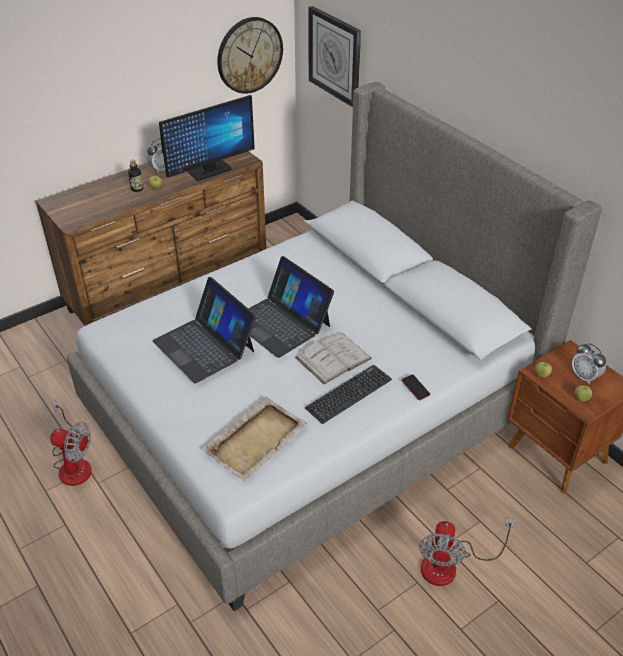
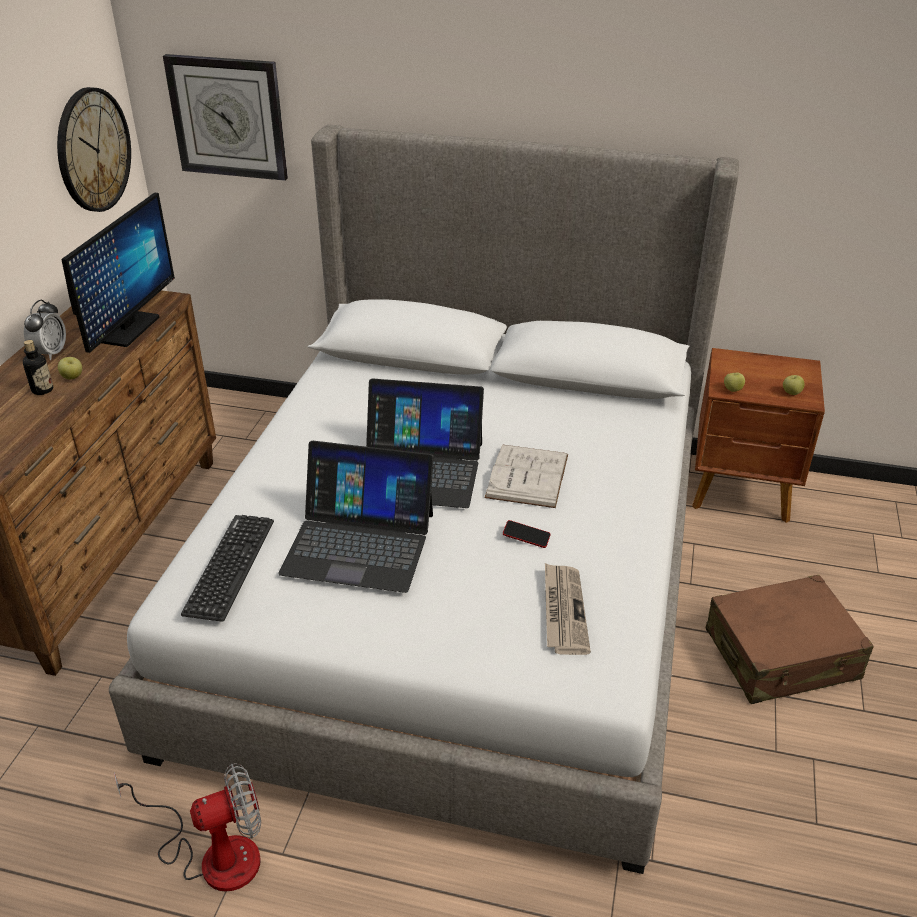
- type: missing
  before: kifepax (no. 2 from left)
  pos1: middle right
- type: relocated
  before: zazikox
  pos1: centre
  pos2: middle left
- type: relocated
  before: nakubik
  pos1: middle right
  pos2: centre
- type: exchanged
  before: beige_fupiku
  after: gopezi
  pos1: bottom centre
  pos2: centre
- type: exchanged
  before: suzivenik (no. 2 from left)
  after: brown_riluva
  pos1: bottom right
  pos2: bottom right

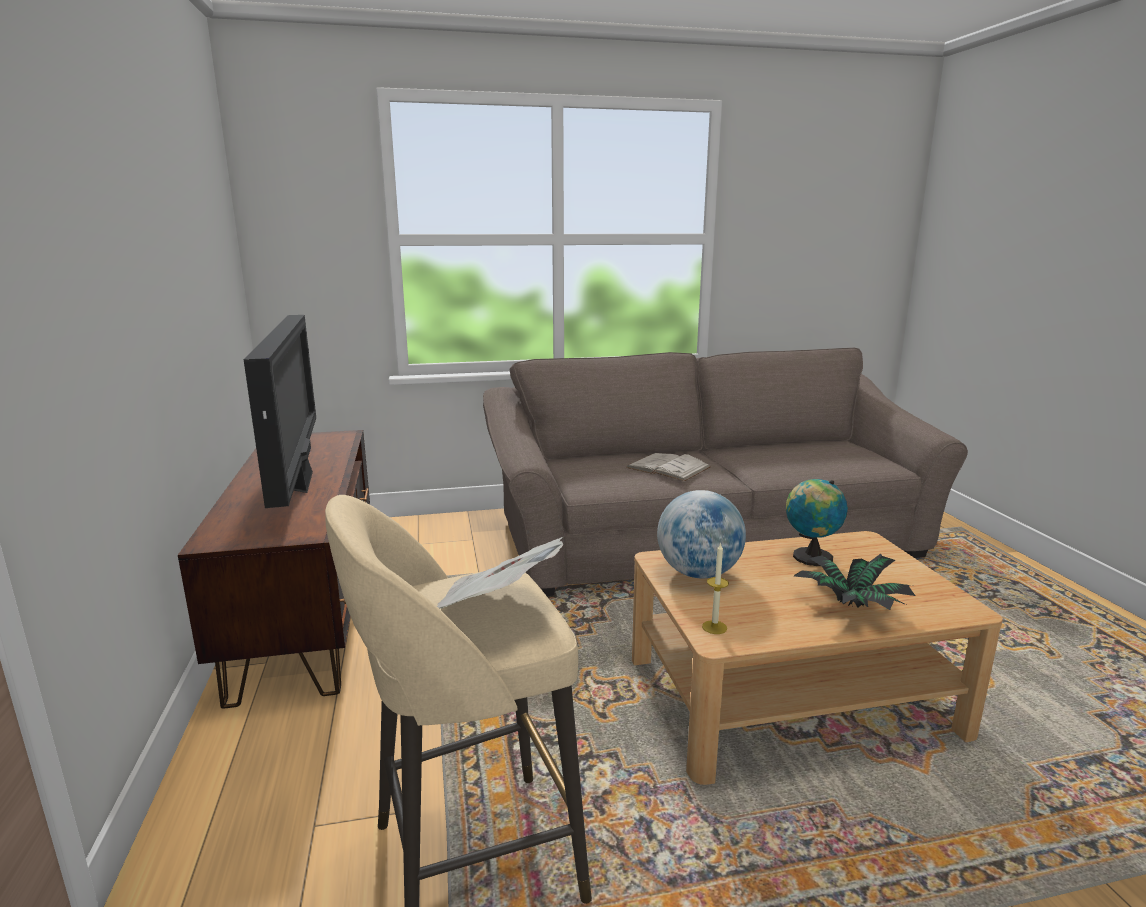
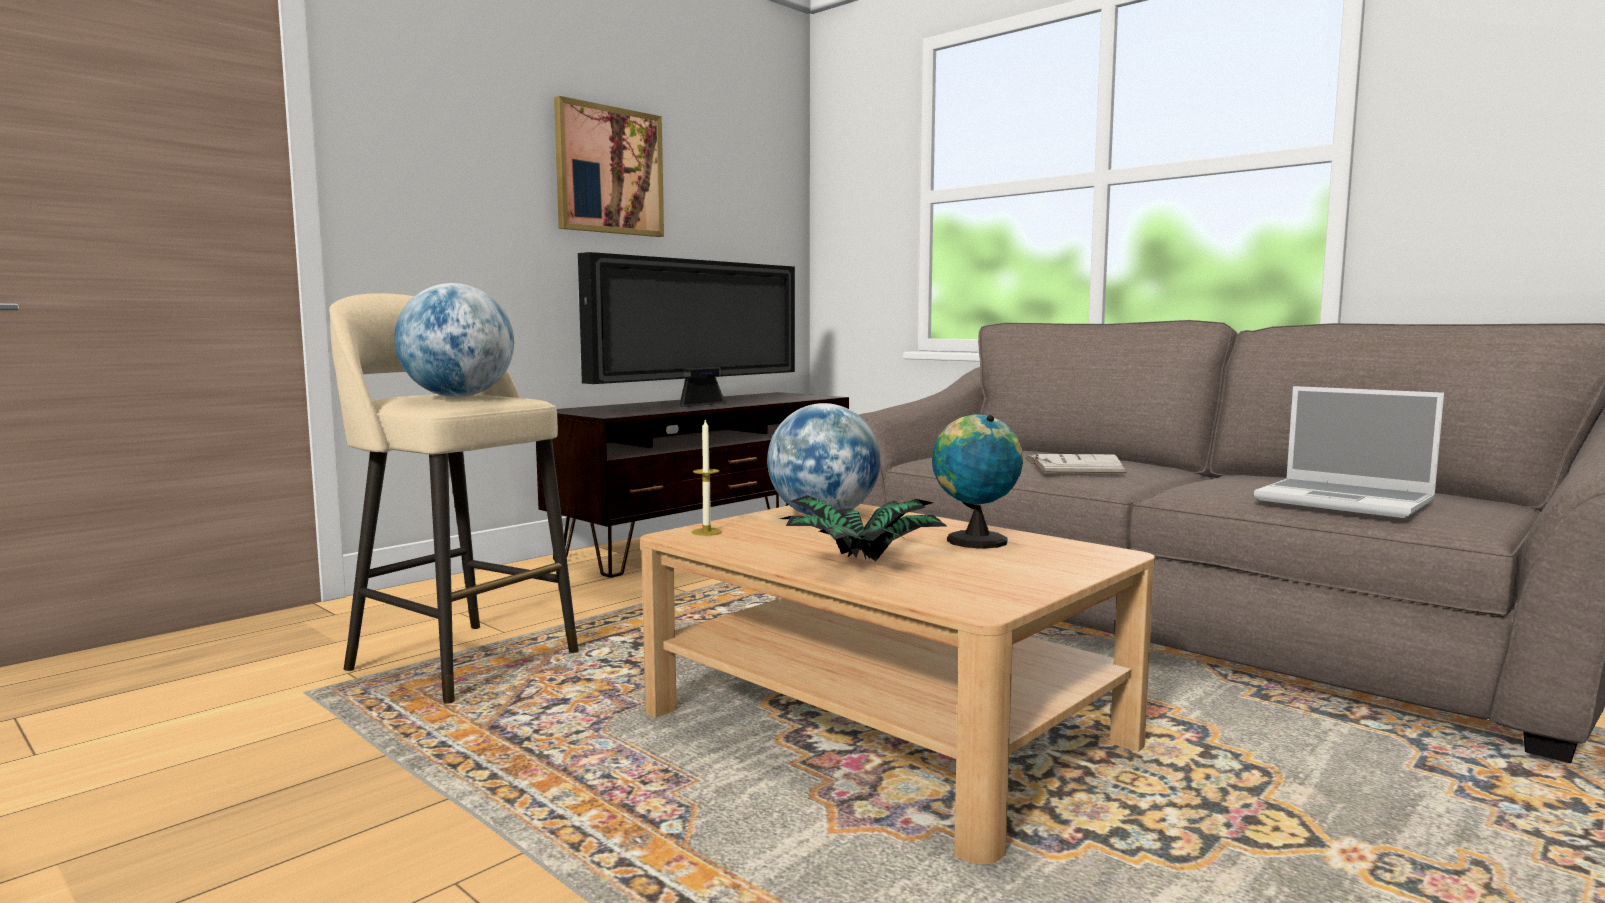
- type: appeared
  after: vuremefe
  pos2: top centre
- type: appeared
  after: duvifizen
  pos2: middle right
- type: exchanged
  before: gopezi
  after: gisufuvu (no. 1 from left)
  pos1: centre
  pos2: middle left

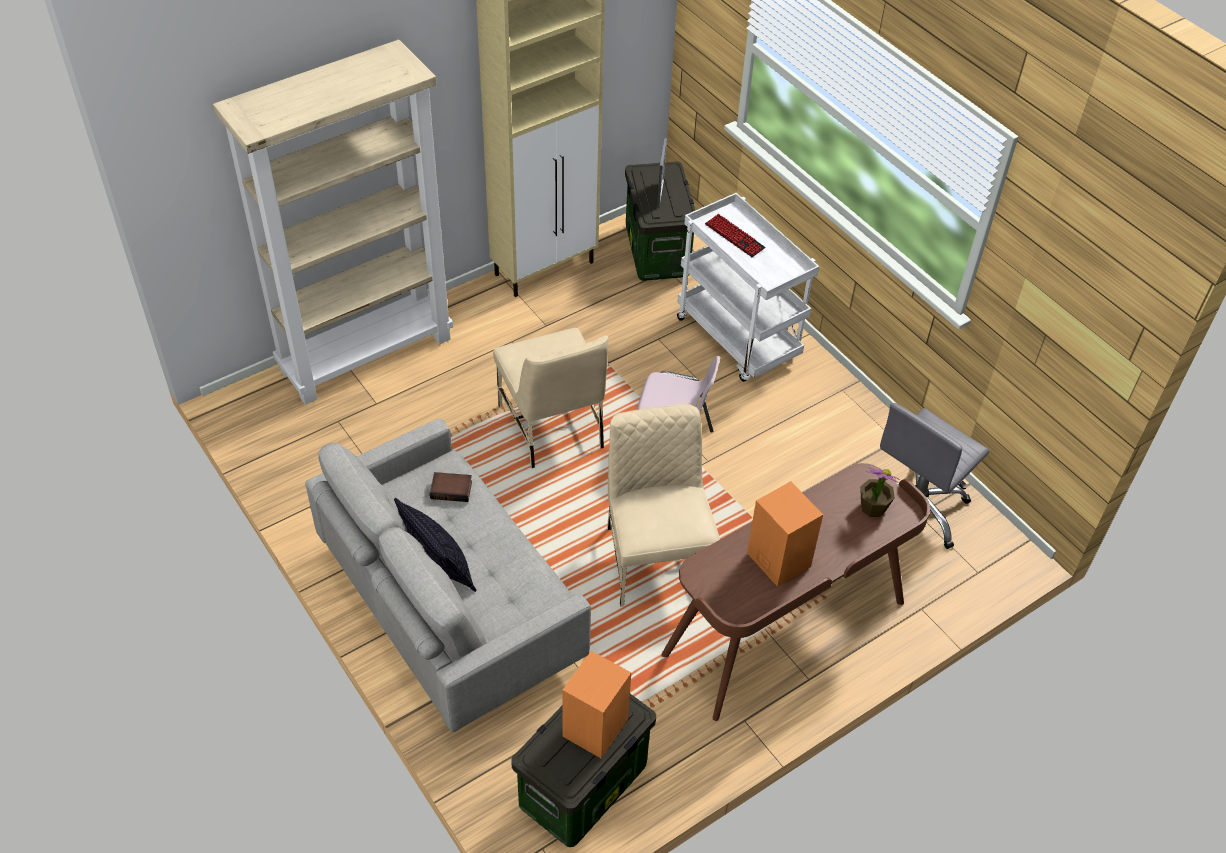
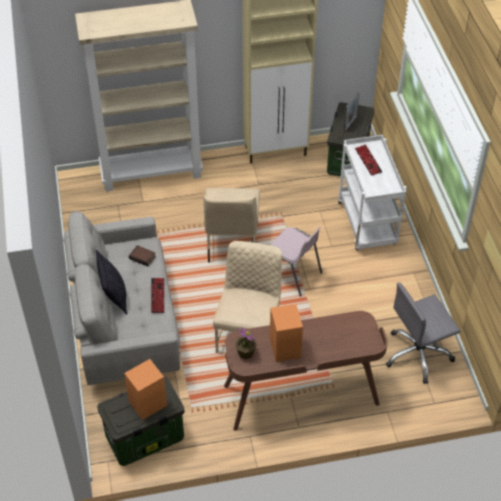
- type: appeared
  after: zazikox (no. 1 from left)
  pos2: middle left
- type: relocated
  before: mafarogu
  pos1: middle right
  pos2: bottom centre

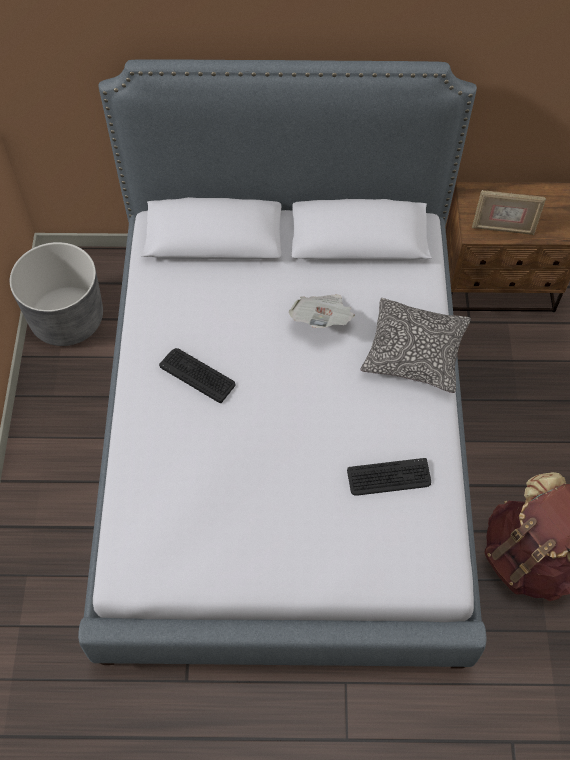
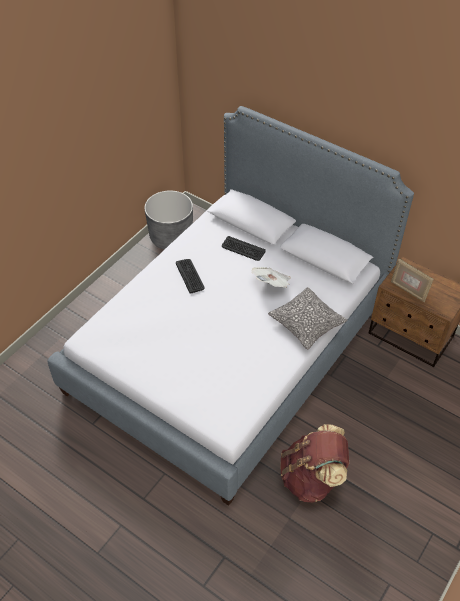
- type: relocated
  before: zazikox (no. 2 from left)
  pos1: middle right
  pos2: centre

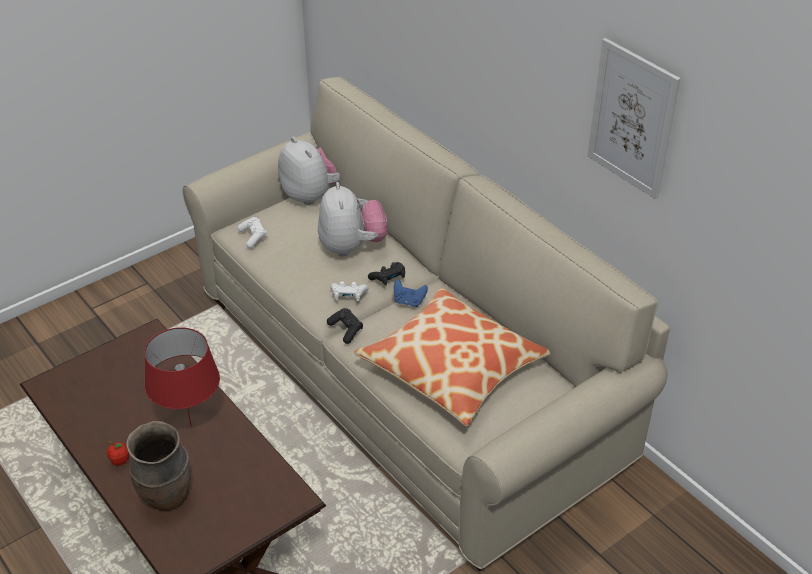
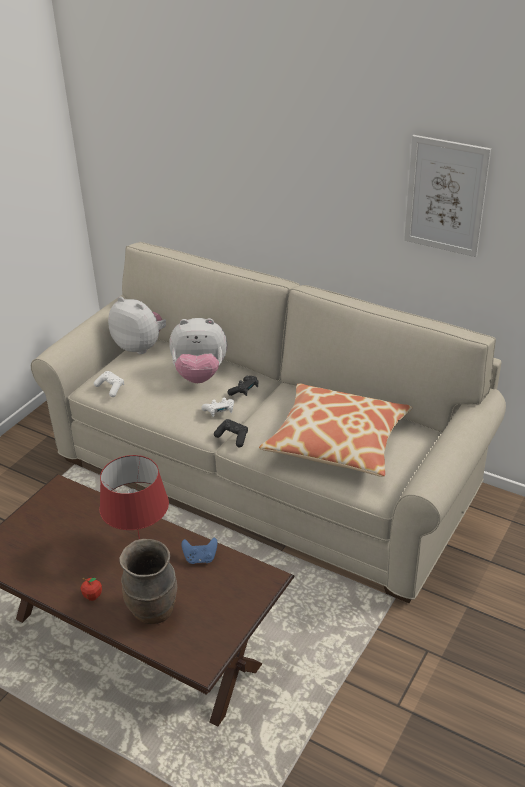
- type: relocated
  before: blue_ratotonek
  pos1: centre
  pos2: bottom centre
- type: spun
  before: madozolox (no. 2 from left)
  pos1: centre
  pos2: centre
  turn: 120

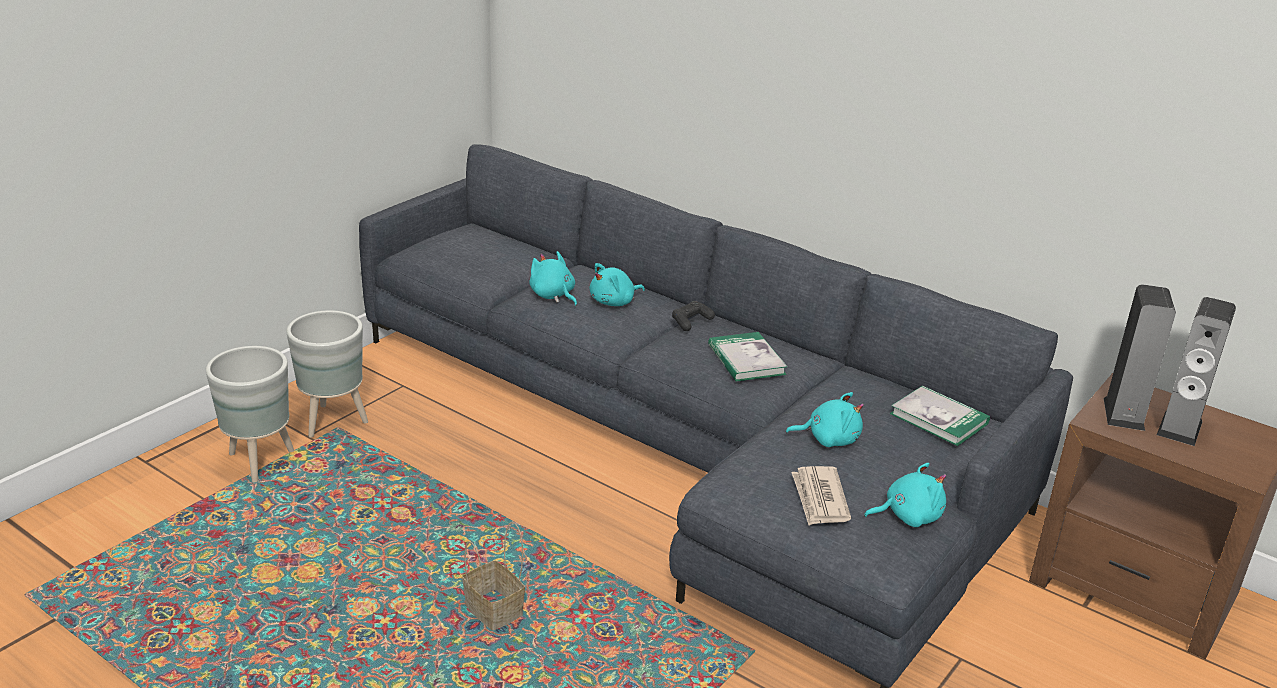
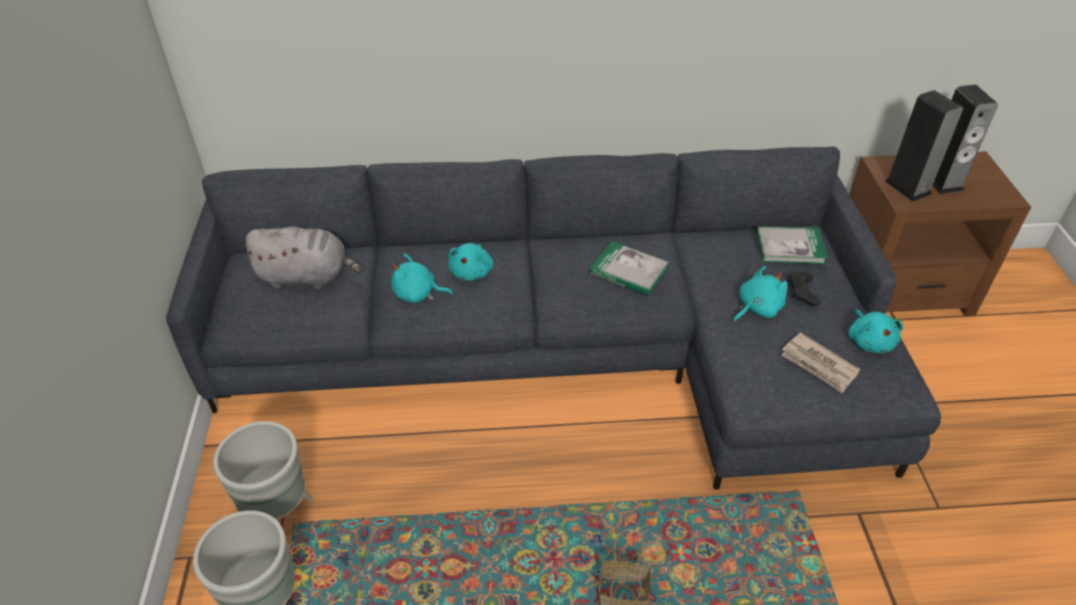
- type: appeared
  after: grey_madozolox
  pos2: middle left
- type: relocated
  before: black_ratotonek
  pos1: centre
  pos2: middle right
- type: spun
  before: turquoise_madozolox (no. 4 from left)
  pos1: bottom right
  pos2: middle right
  turn: 135

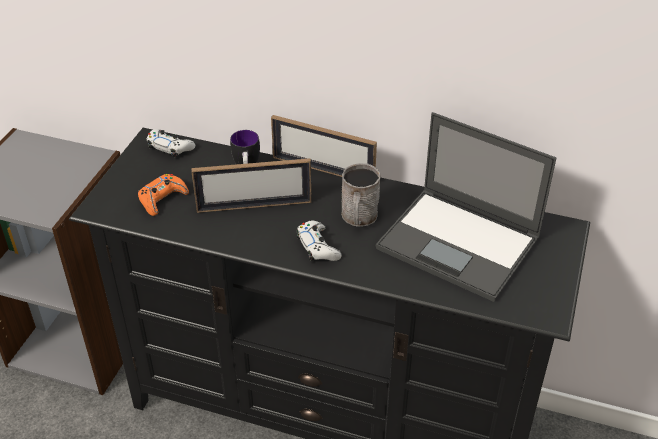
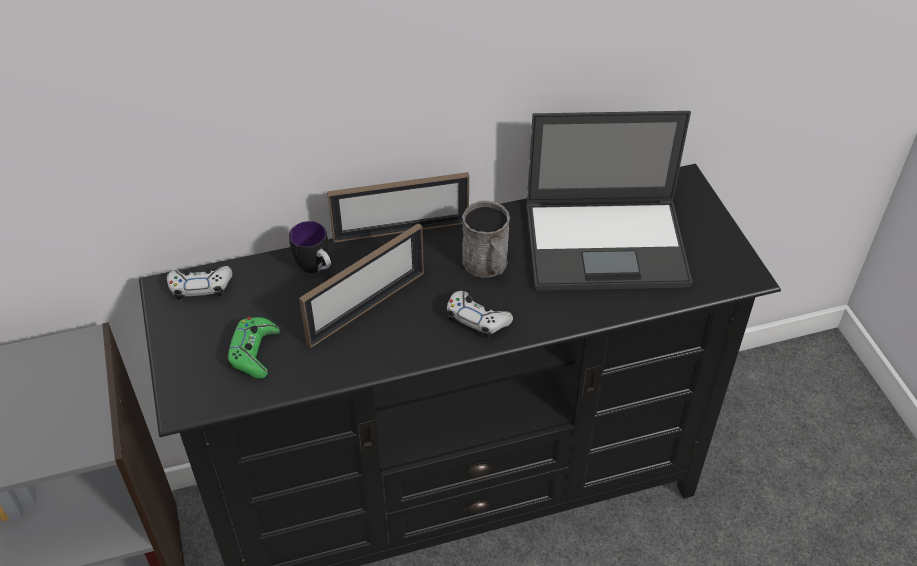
- type: colour
  before: orange_ratotonek
  after: green_ratotonek
  pos1: middle left
  pos2: middle left

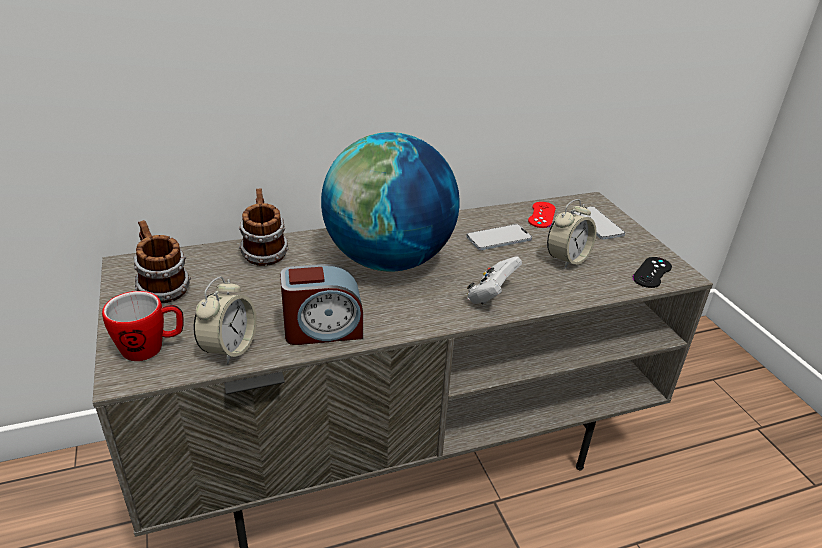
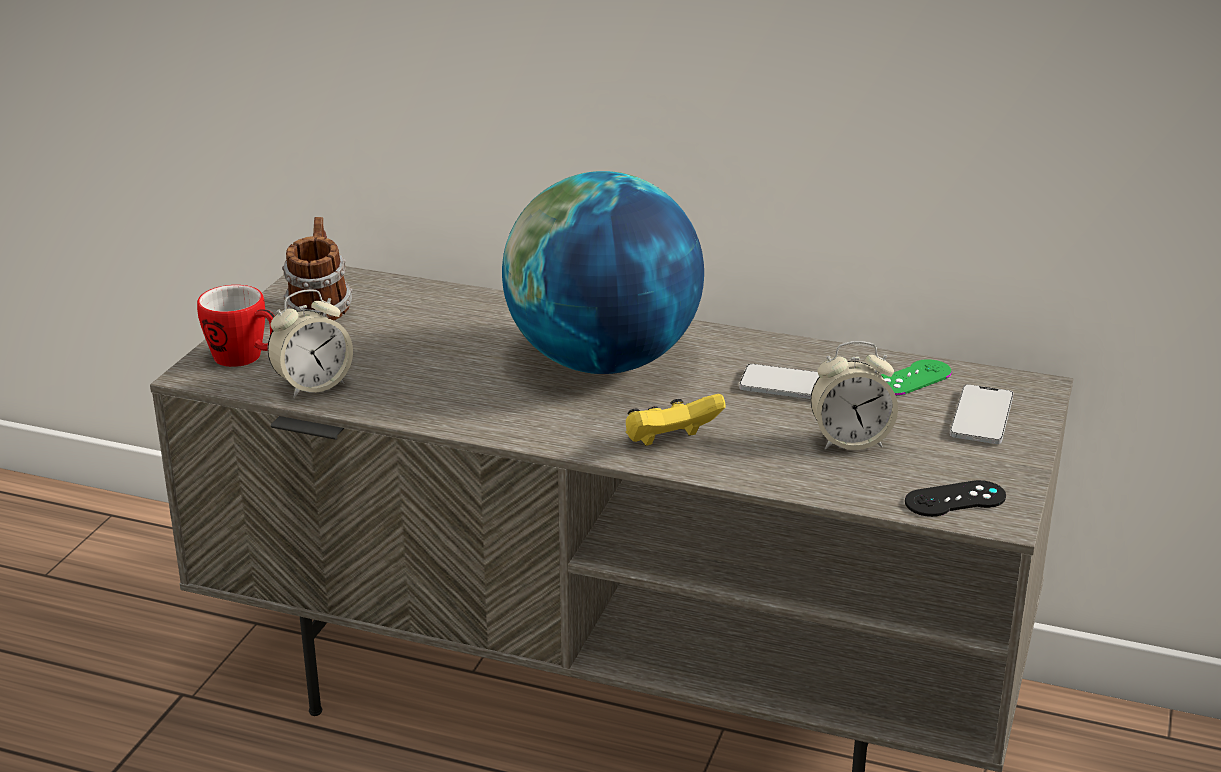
- type: missing
  before: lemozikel (no. 3 from left)
  pos1: middle left
- type: missing
  before: kifepax (no. 2 from left)
  pos1: centre
- type: colour
  before: white_ratotonek
  after: yellow_ratotonek
  pos1: centre
  pos2: centre
- type: colour
  before: red_ratotonek
  after: green_ratotonek
  pos1: centre
  pos2: middle right

